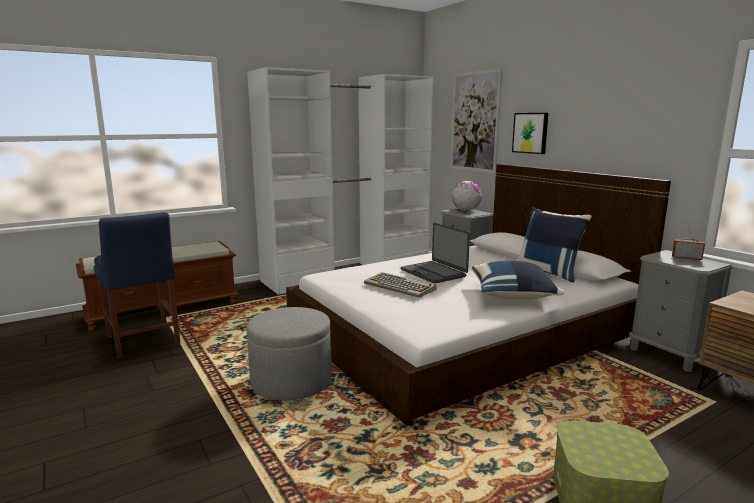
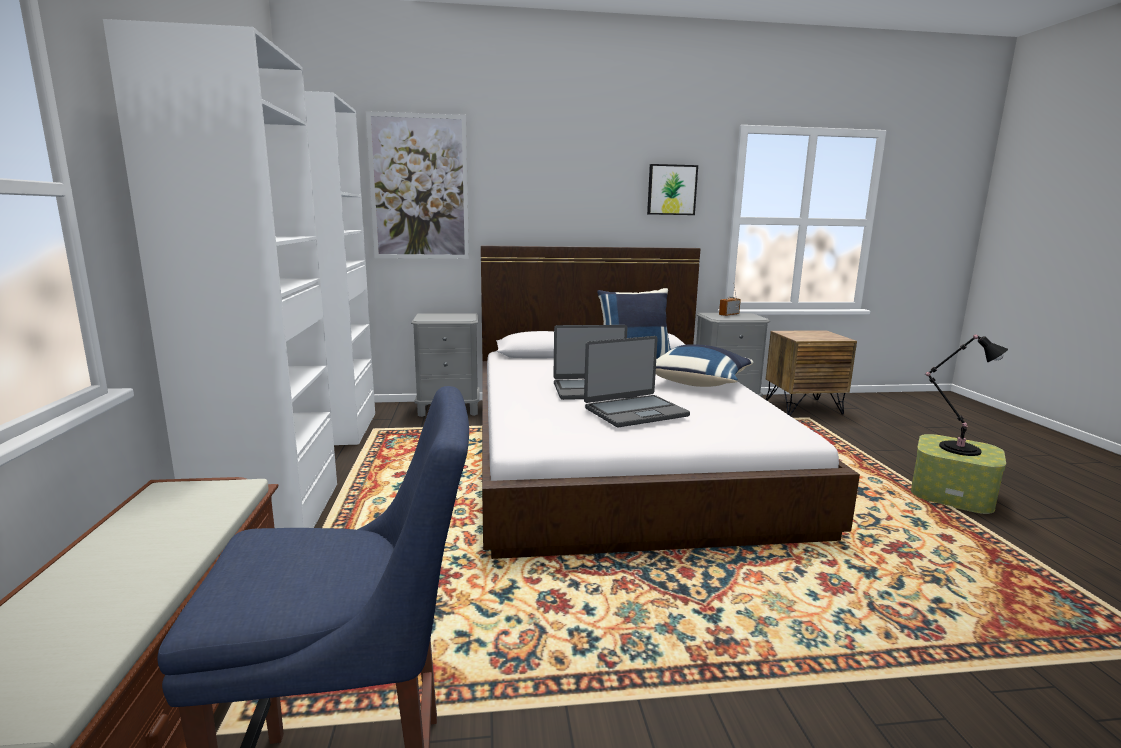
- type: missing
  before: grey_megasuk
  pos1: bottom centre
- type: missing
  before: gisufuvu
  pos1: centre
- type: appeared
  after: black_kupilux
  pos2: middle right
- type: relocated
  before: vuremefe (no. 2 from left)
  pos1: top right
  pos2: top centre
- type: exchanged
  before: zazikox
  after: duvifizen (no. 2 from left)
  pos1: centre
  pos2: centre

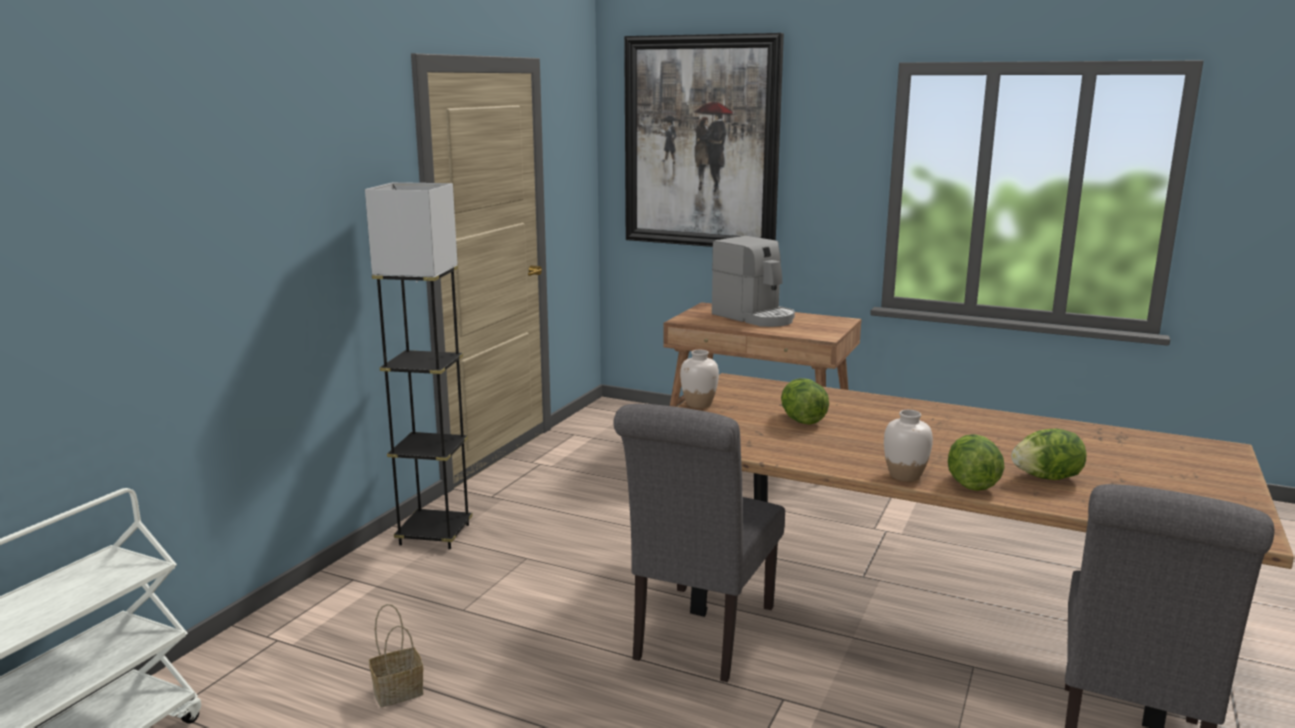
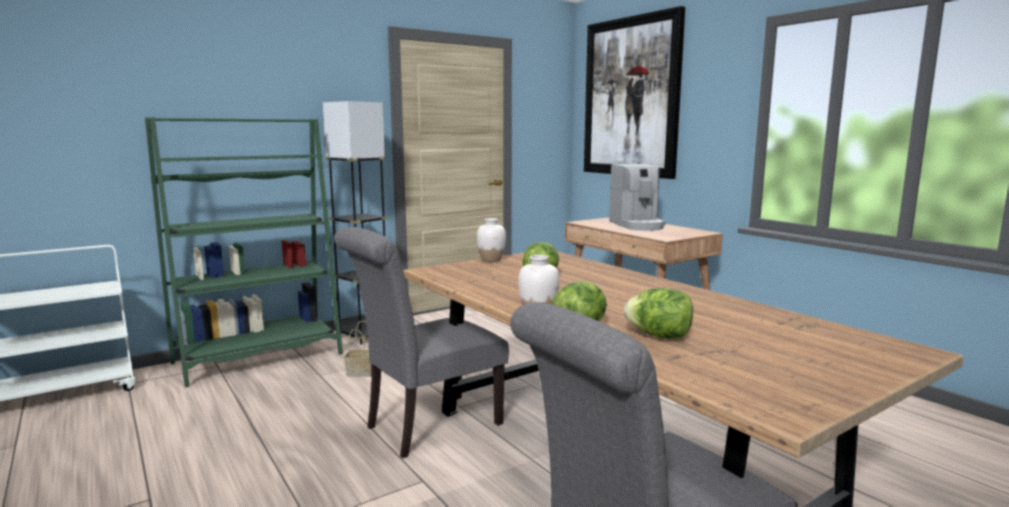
- type: appeared
  after: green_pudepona
  pos2: middle left
- type: relocated
  before: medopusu
  pos1: bottom left
  pos2: bottom centre

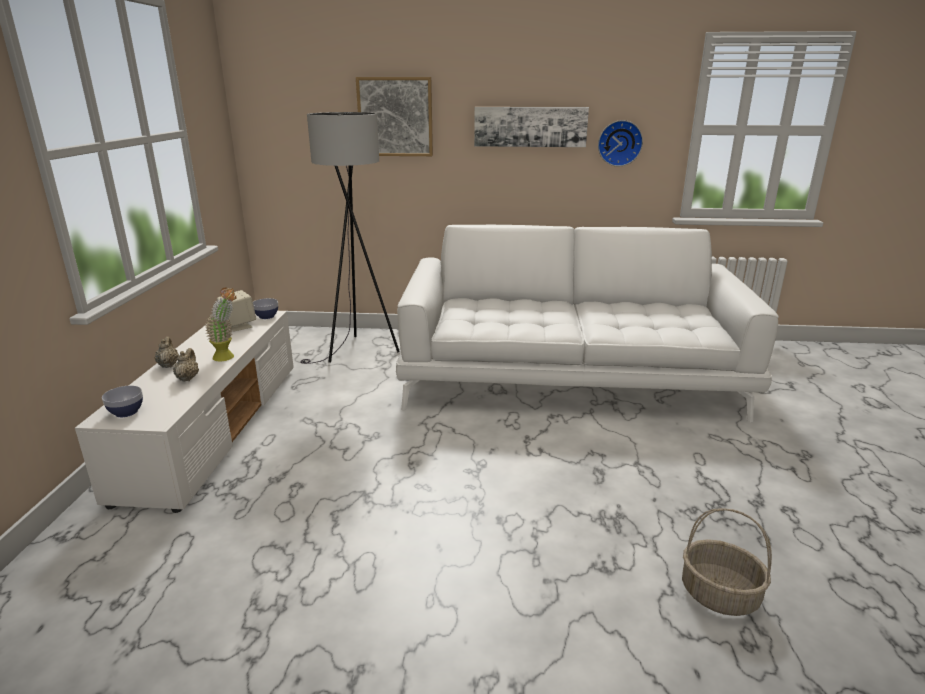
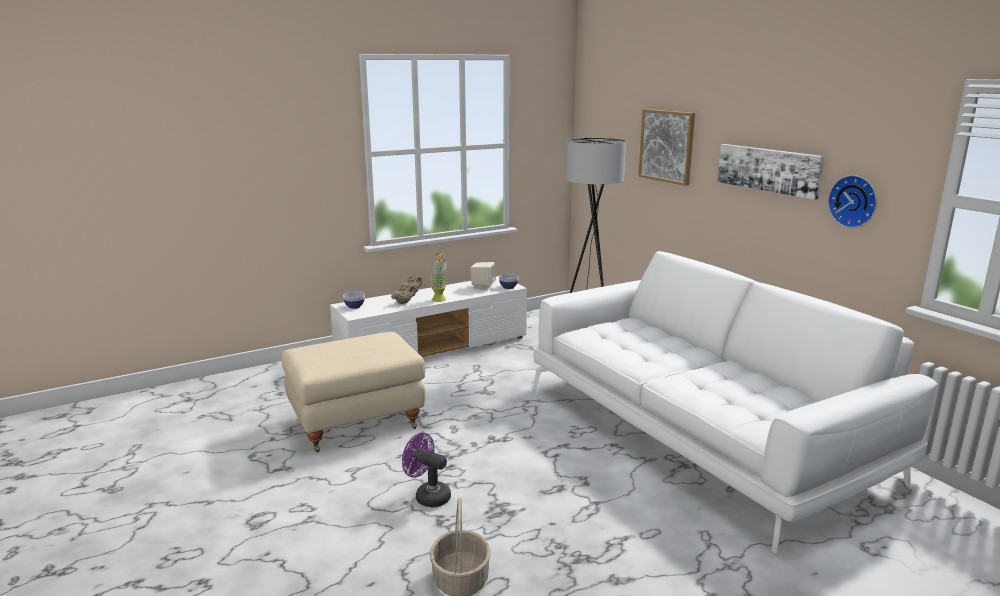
- type: appeared
  after: beige_megasuk
  pos2: centre
- type: appeared
  after: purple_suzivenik
  pos2: bottom centre

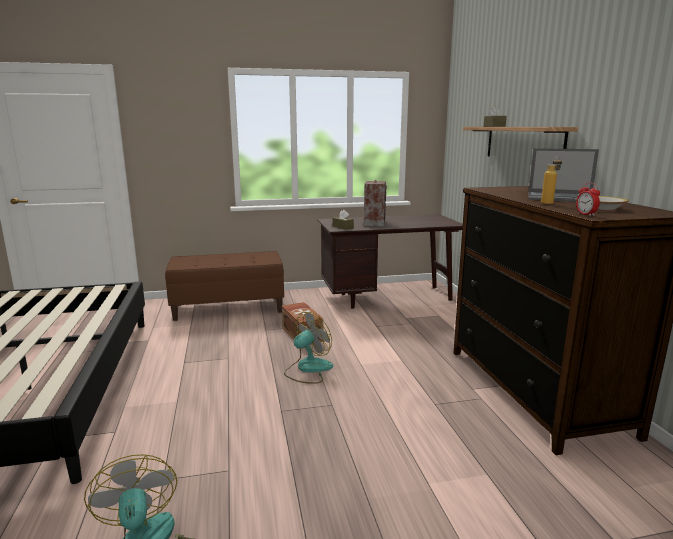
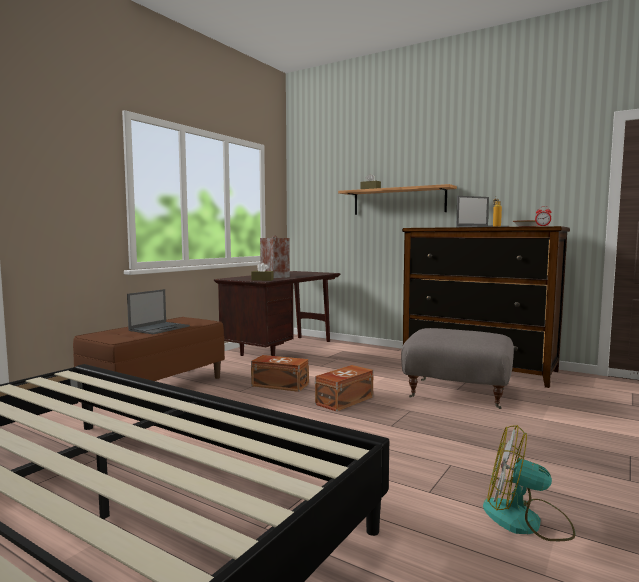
- type: appeared
  after: duvifizen (no. 1 from left)
  pos2: middle left
- type: appeared
  after: grey_megasuk
  pos2: middle right
- type: exchanged
  before: suzivenik (no. 2 from left)
  after: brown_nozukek (no. 2 from left)
  pos1: centre
  pos2: bottom centre

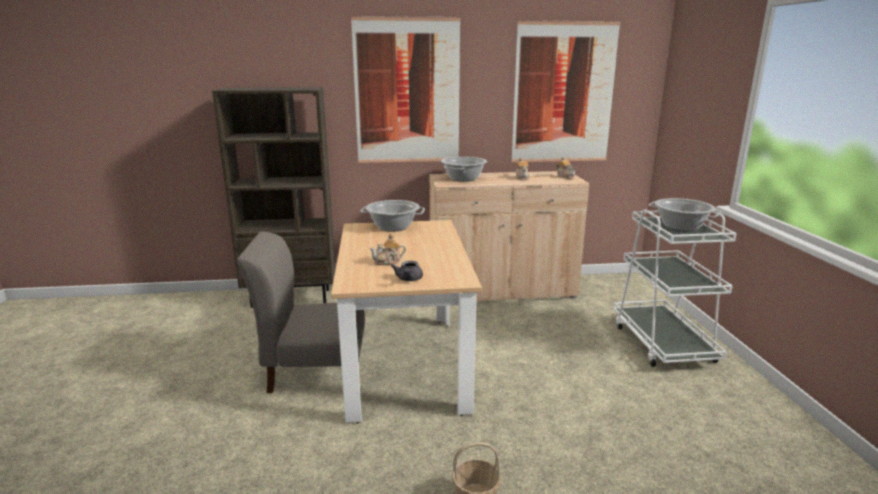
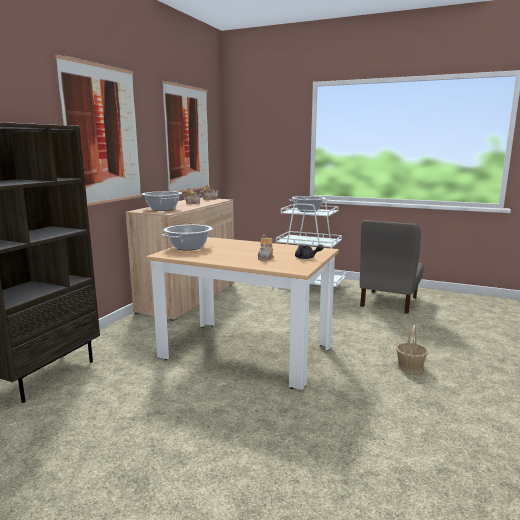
- type: relocated
  before: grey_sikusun
  pos1: centre
  pos2: middle right

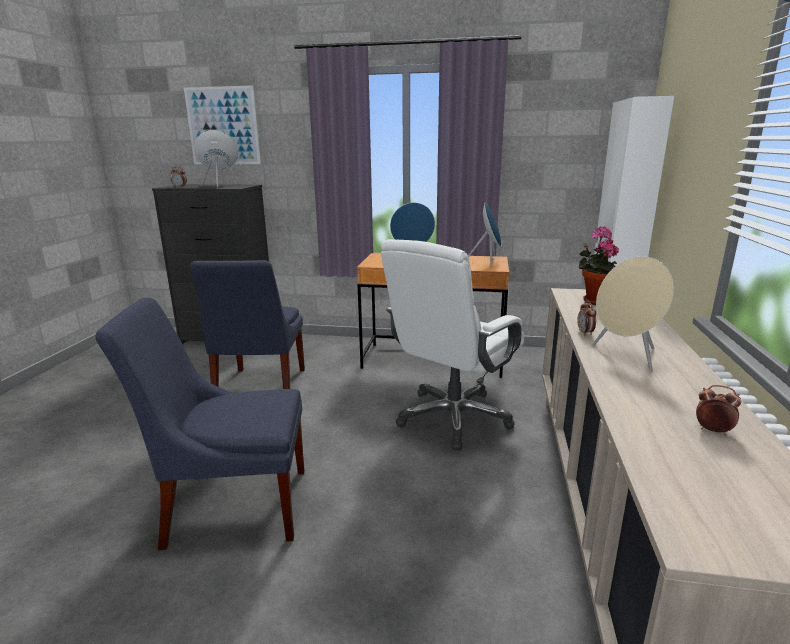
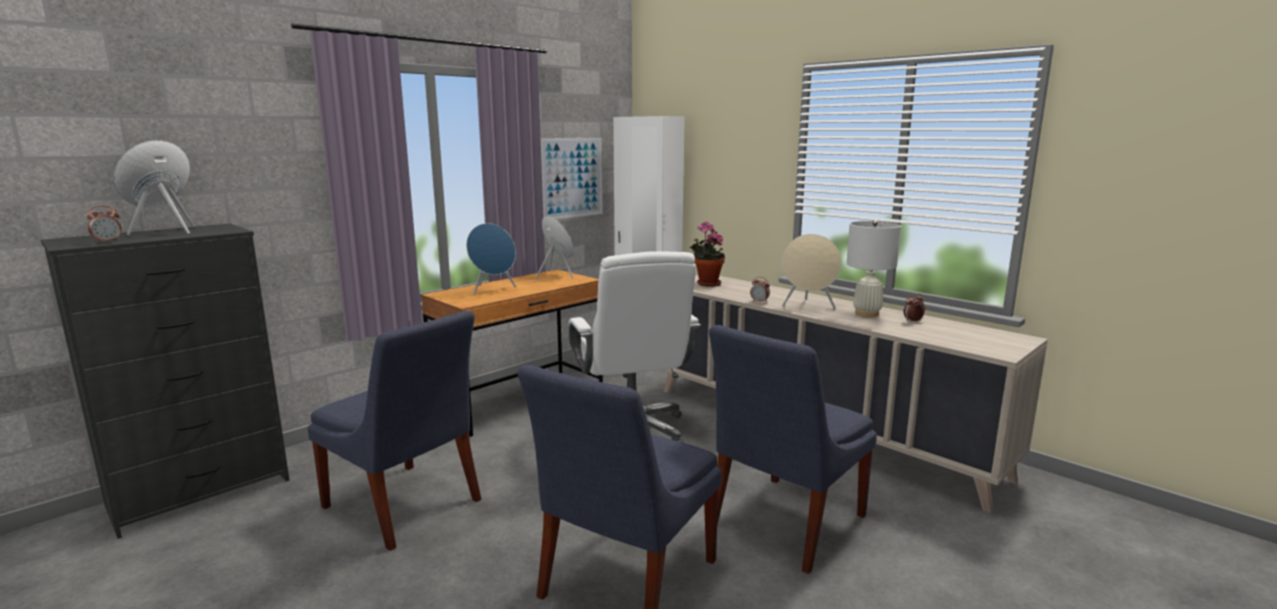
- type: appeared
  after: blue_sikusun (no. 3 from left)
  pos2: bottom centre
- type: appeared
  after: white_kupilux
  pos2: middle right
- type: relocated
  before: vuremefe
  pos1: top left
  pos2: top centre

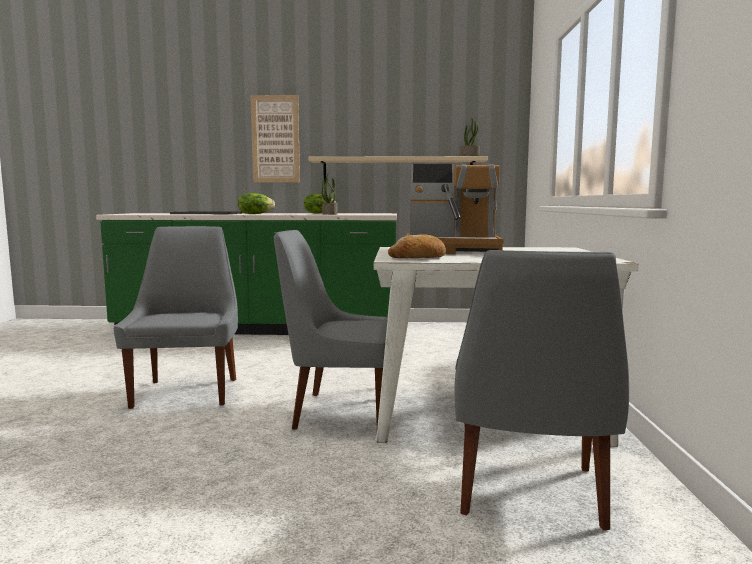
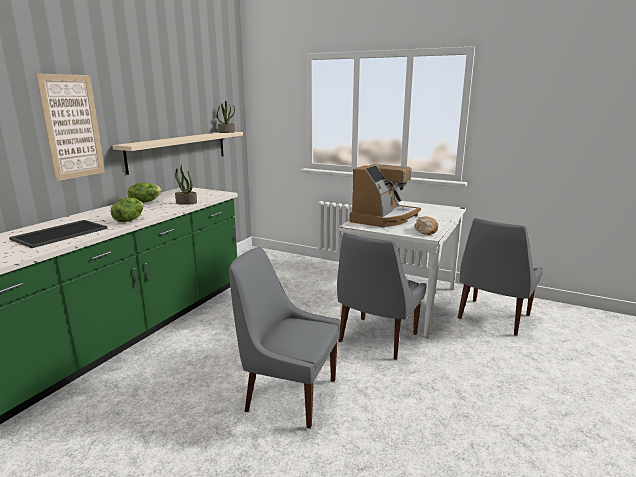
- type: spun
  before: grey_sikusun (no. 3 from left)
  pos1: bottom right
  pos2: middle right
  turn: 90

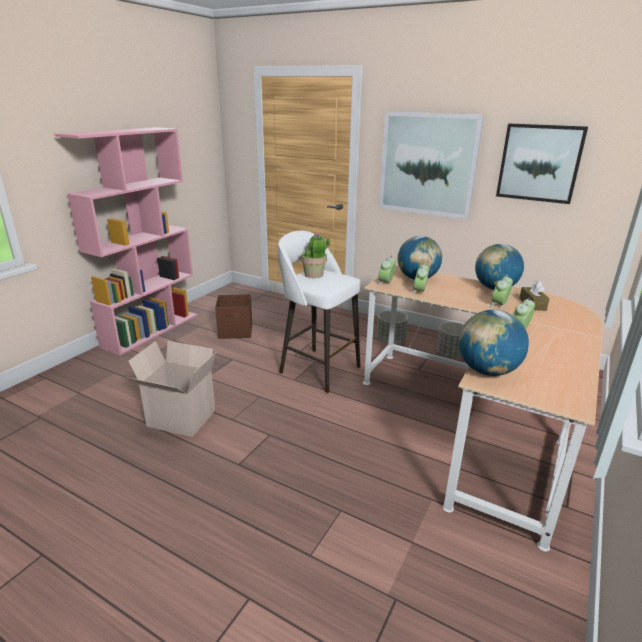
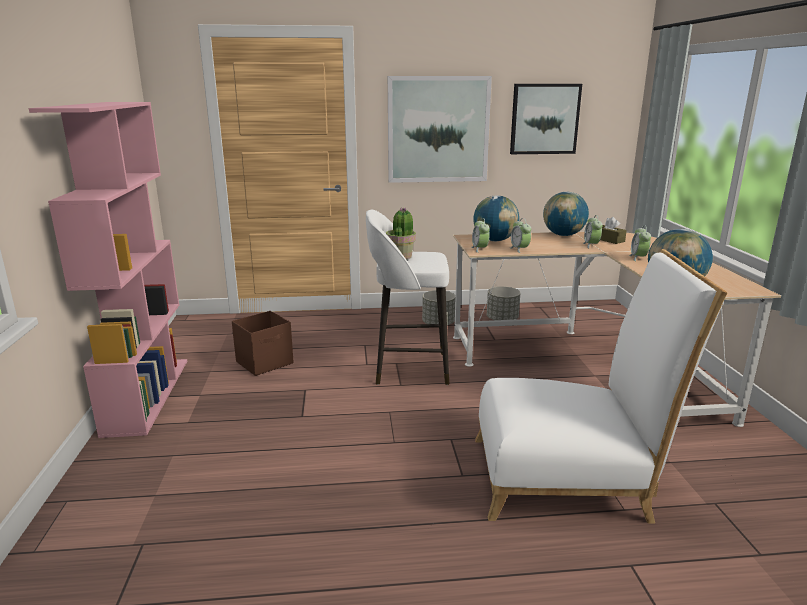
- type: missing
  before: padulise
  pos1: middle left
- type: appeared
  after: white_sikusun
  pos2: middle right

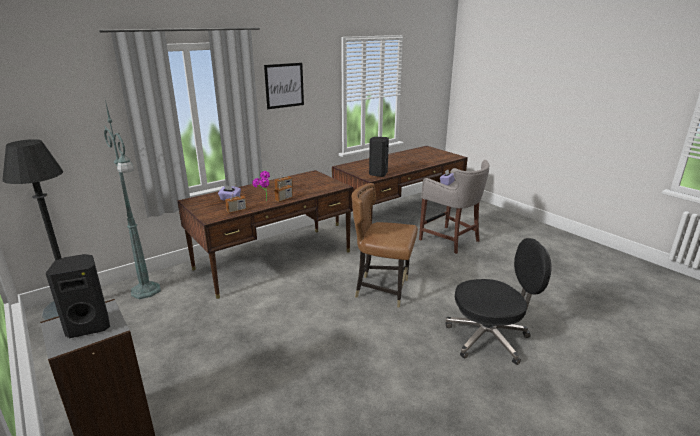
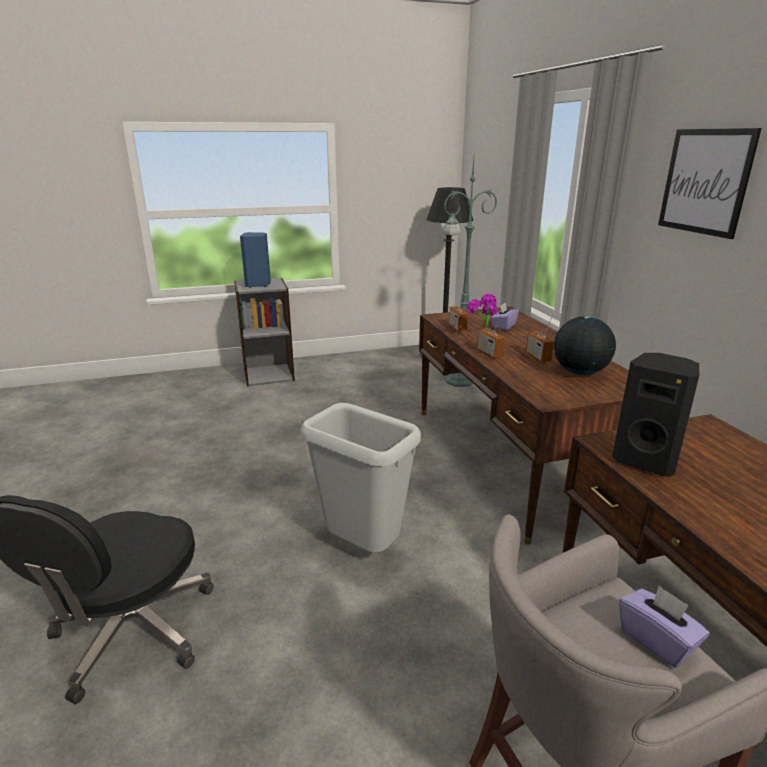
- type: appeared
  after: gisufuvu
  pos2: middle right
- type: exchanged
  before: brown_sikusun
  after: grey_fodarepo
  pos1: centre
  pos2: centre
- type: colour
  before: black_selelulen (no. 1 from left)
  after: blue_selelulen
  pos1: bottom left
  pos2: middle left

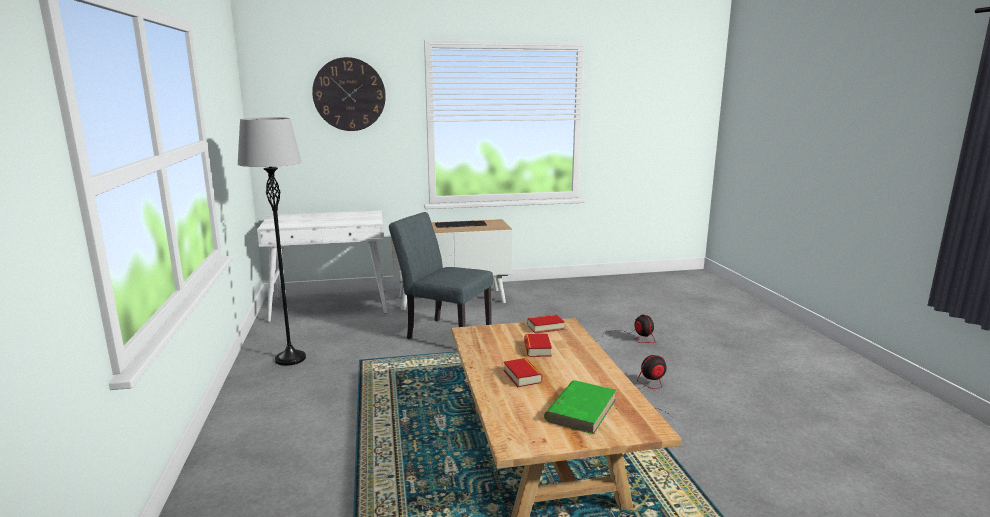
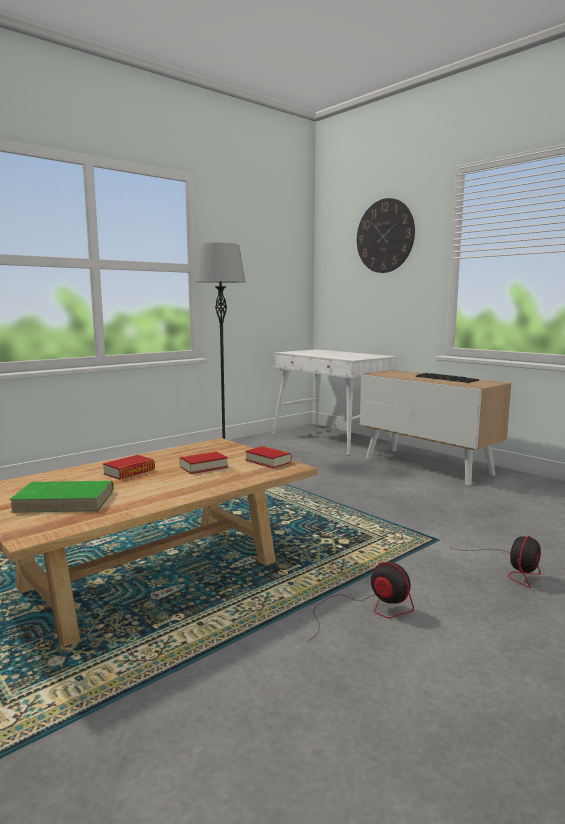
- type: missing
  before: grey_sikusun
  pos1: centre

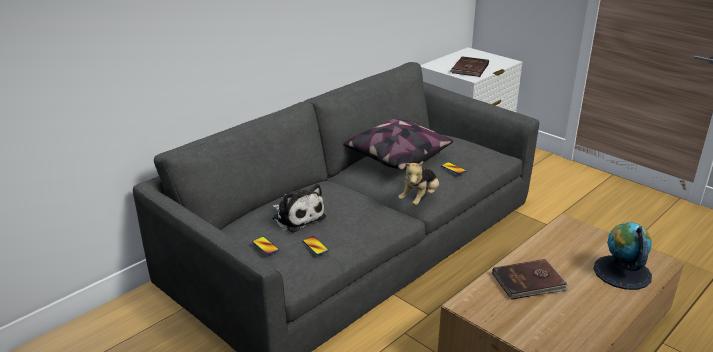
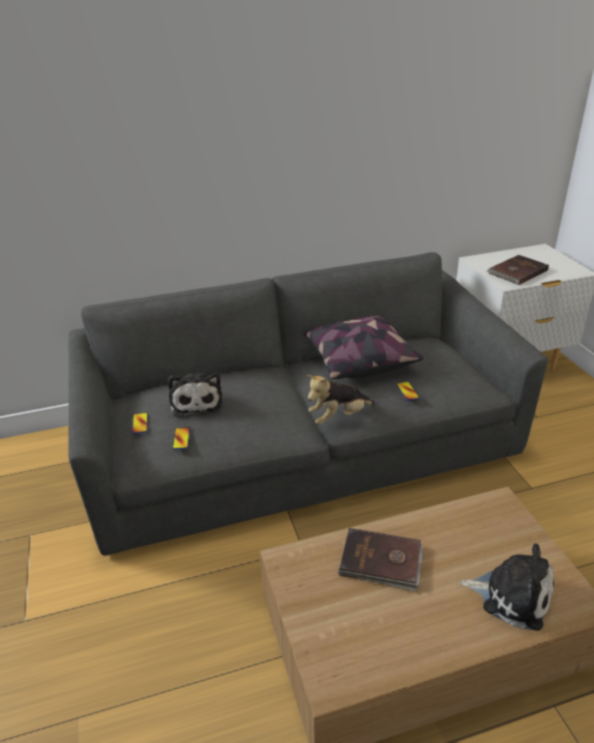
- type: exchanged
  before: gisufuvu
  after: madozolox (no. 3 from left)
  pos1: bottom right
  pos2: bottom right

